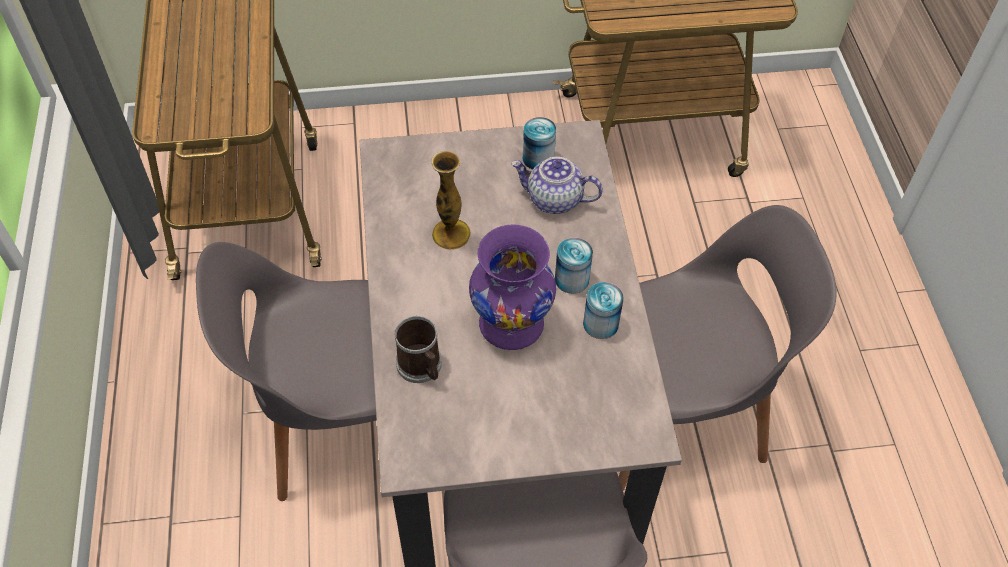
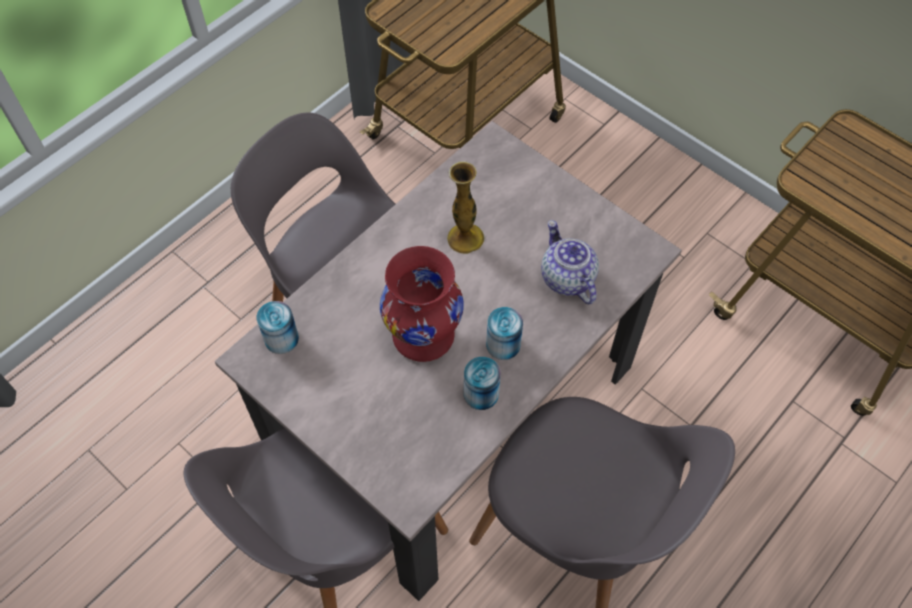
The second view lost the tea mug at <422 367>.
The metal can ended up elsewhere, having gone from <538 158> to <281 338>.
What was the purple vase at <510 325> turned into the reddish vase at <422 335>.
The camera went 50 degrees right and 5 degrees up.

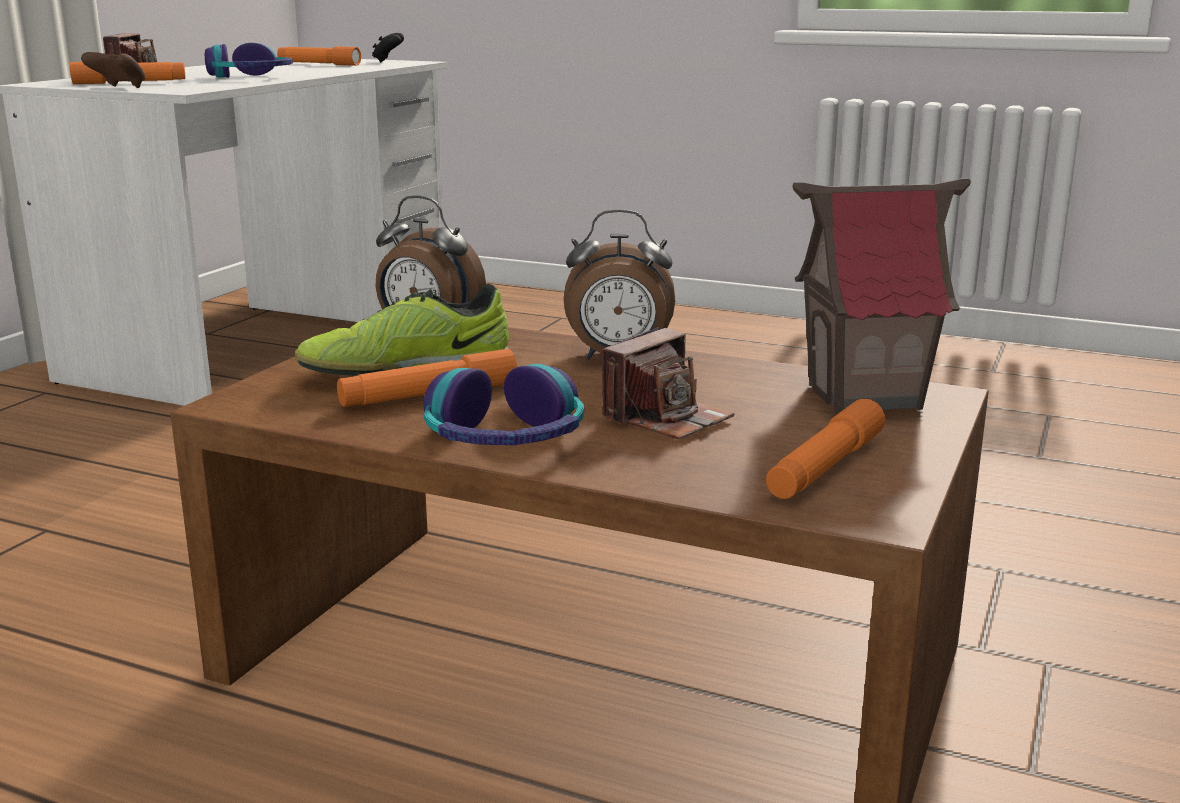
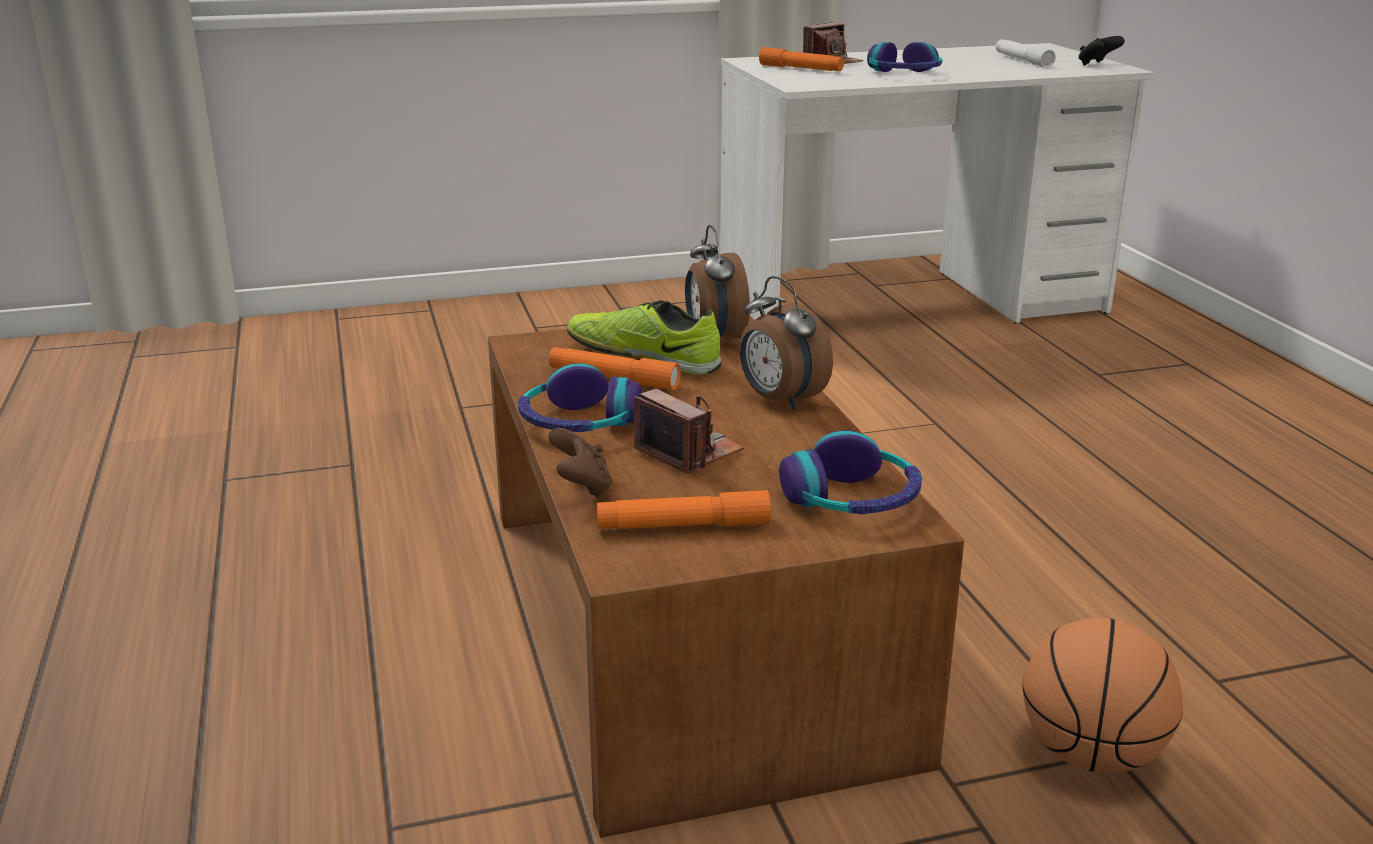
The second view gained the ball for basketball at <1091 755>.
The brown-coloured gamepad ended up elsewhere, having gone from <119 88> to <582 487>.
Where the model house stood at <865 397>, the pair of headphones came to stand at <852 499>.
What was the orangey torch at <319 64> turned into the white-coloured torch at <1023 60>.
The photo camera at <666 419> ended up facing another way, 135 degrees counterclockwise from before.
The camera went 50 degrees right and 5 degrees up.

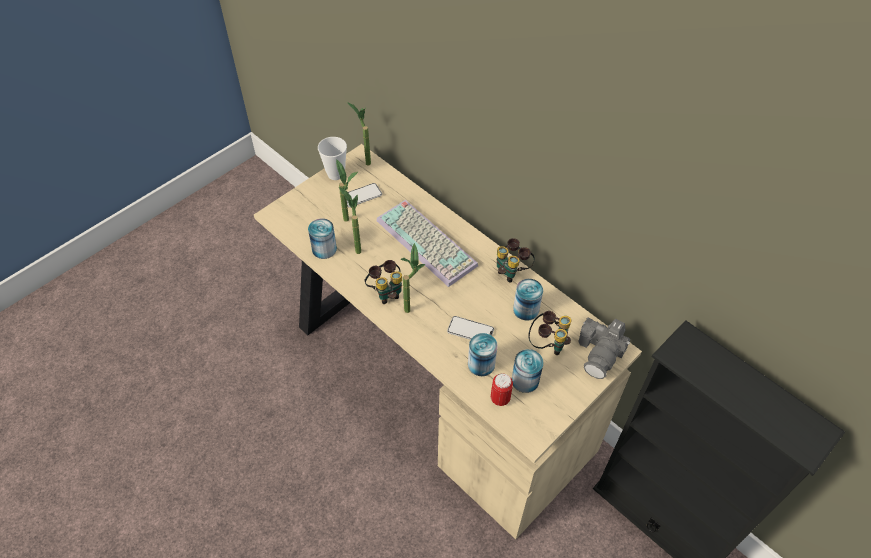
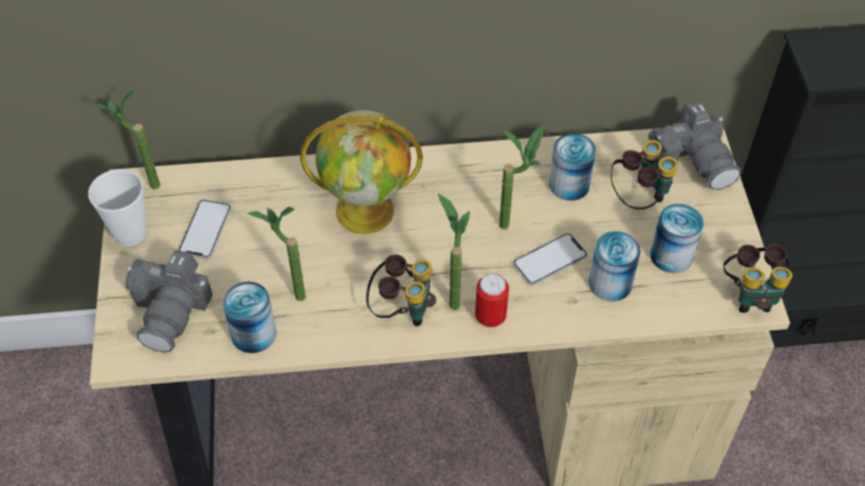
The second view gained the photo camera at <171 311>.
The houseplant ended up elsewhere, having gone from <350 222> to <514 223>.
The metal can ended up elsewhere, having gone from <500 399> to <490 317>.
The binoculars ended up elsewhere, having gone from <512 271> to <750 294>.
Where the keyboard stood at <428 242>, the world globe came to stand at <367 210>.
The camera went 50 degrees left and 0 degrees up.

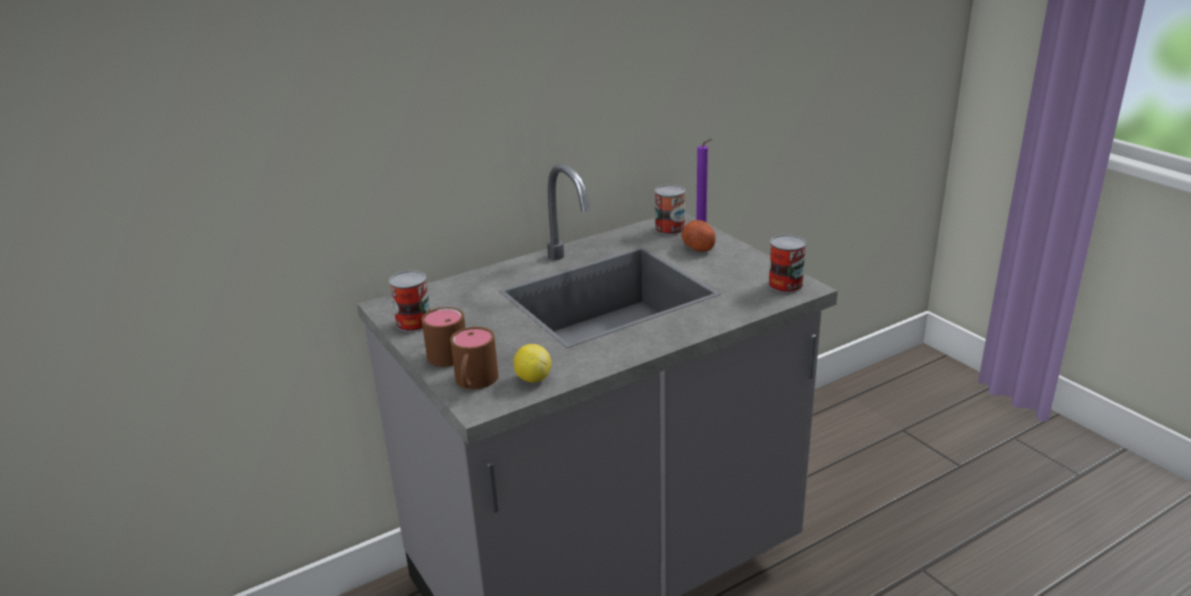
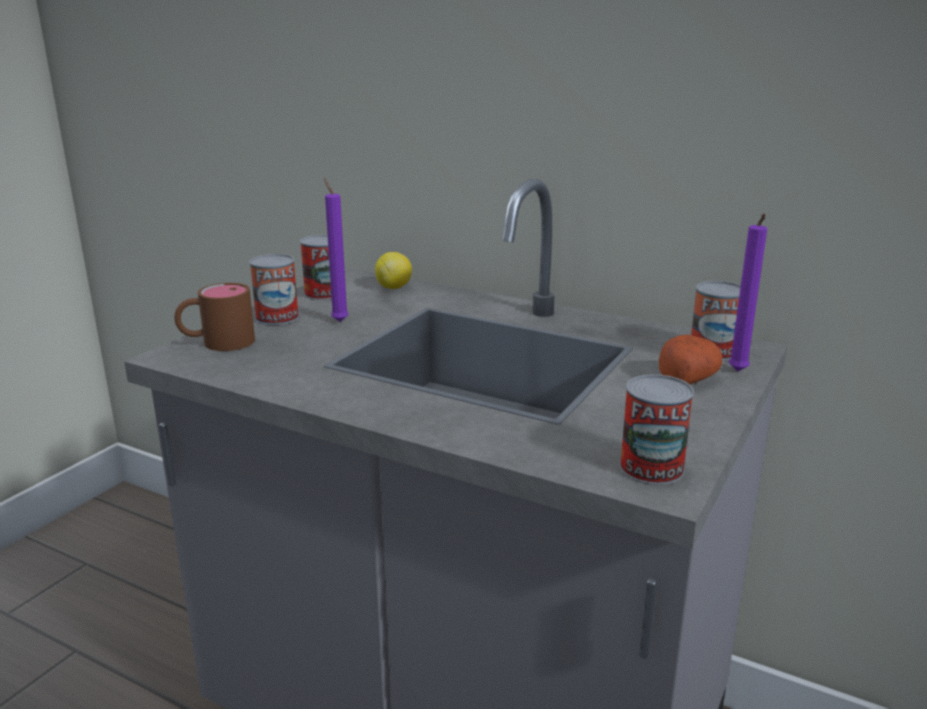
The second view gained the purple wax candle at <339 321>.
The lemon ended up elsewhere, having gone from <533 378> to <394 287>.
Where the brown-coloured tea mug stood at <446 350>, the metal can came to stand at <277 317>.
The camera went 60 degrees right and 5 degrees down.

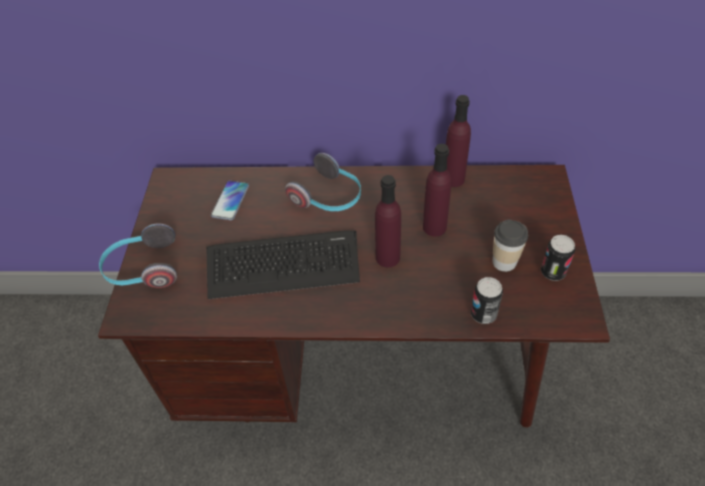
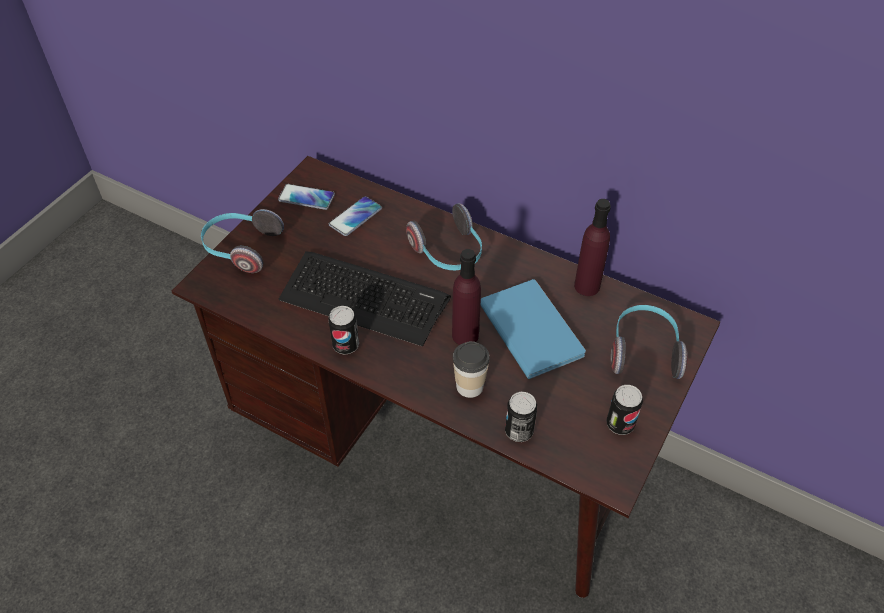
The second view gained the handset at <306 197>.
The second view gained the metal can at <346 345>.
The second view gained the pair of headphones at <644 350>.
The cup ended up elsewhere, having gone from <504 262> to <469 386>.
Where the purple beverage bottle stood at <434 227>, the blue-coloured book came to stand at <532 326>.
The camera went 25 degrees right and 0 degrees up.

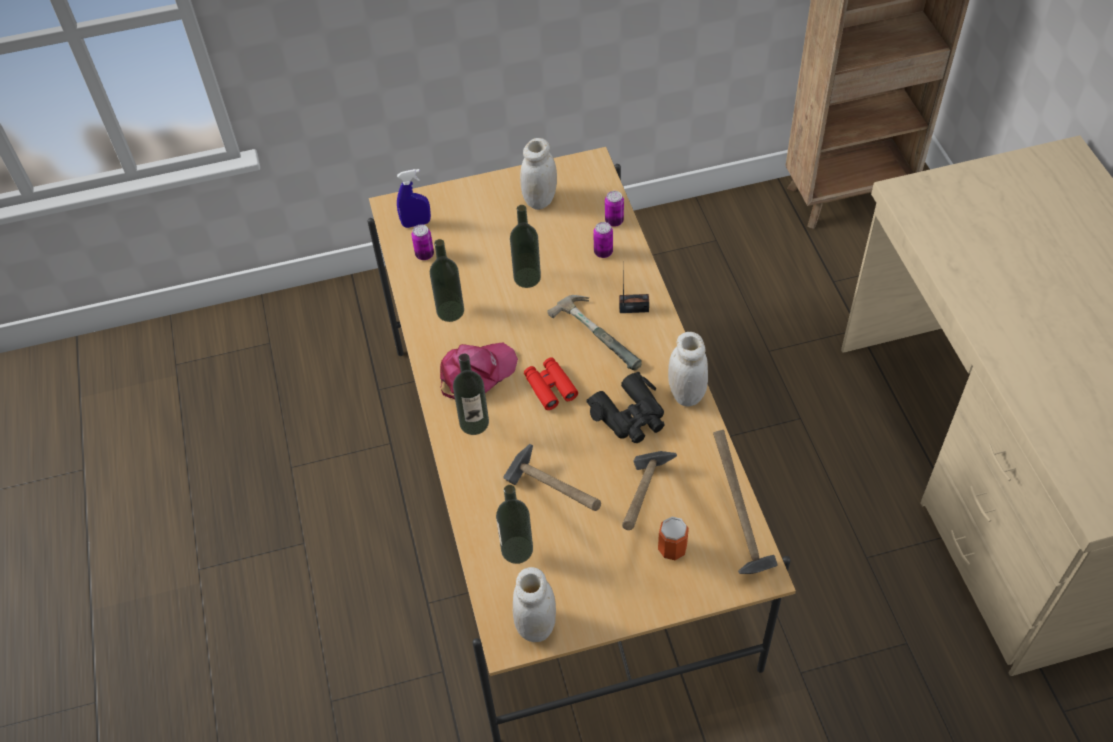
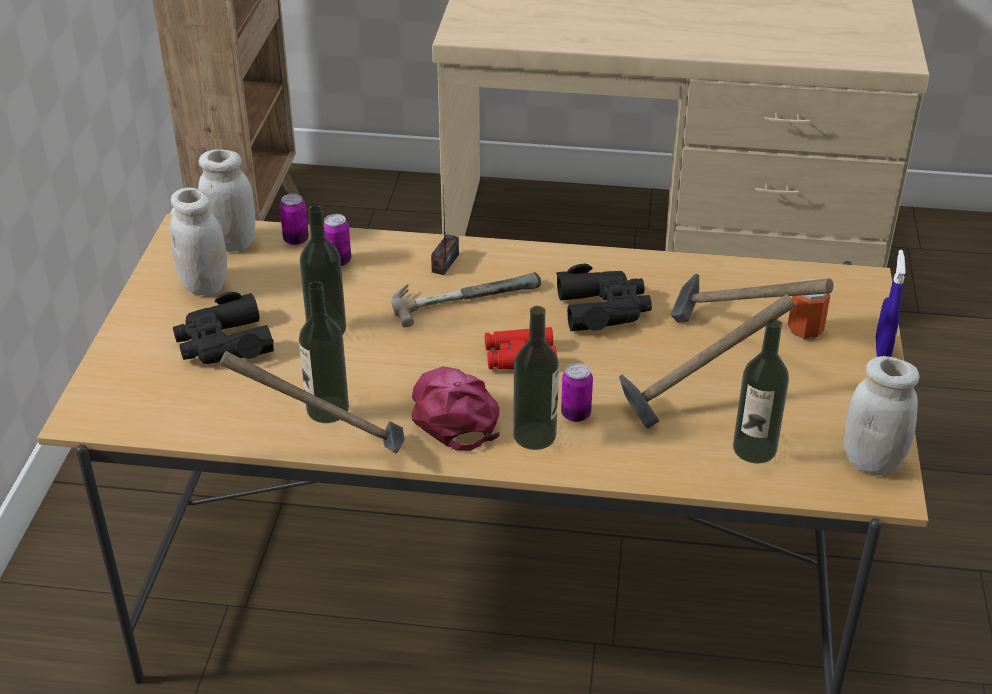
The second view gained the black-coloured binoculars at <223 343>.
The blue-coloured hand sprayer ended up elsewhere, having gone from <416 223> to <882 350>.
The metal can ended up elsewhere, having gone from <424 254> to <575 414>.
The white-coloured preserve jar ended up elsewhere, having gone from <686 394> to <231 243>.
The hammer ended up elsewhere, having gone from <736 530> to <327 450>.
The camera went 70 degrees left and 15 degrees down.

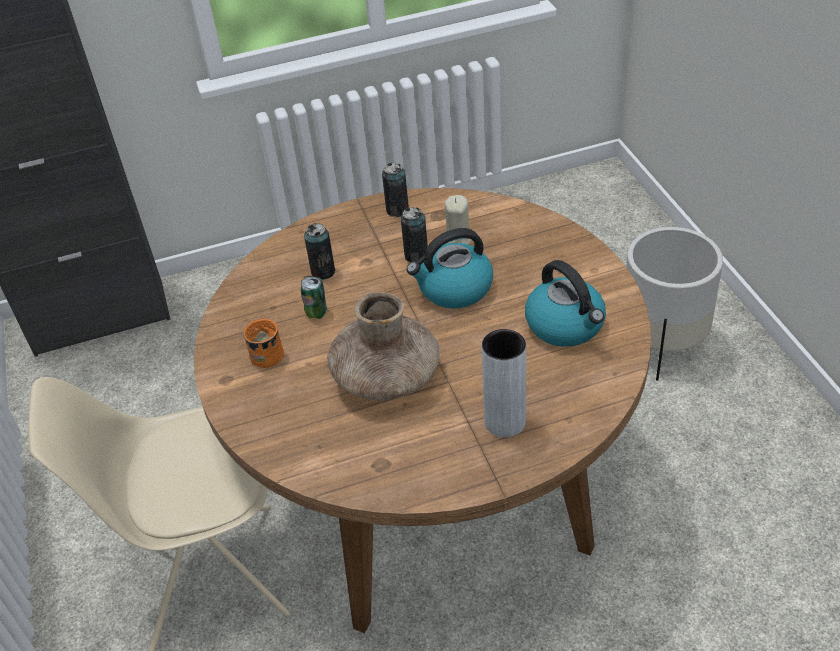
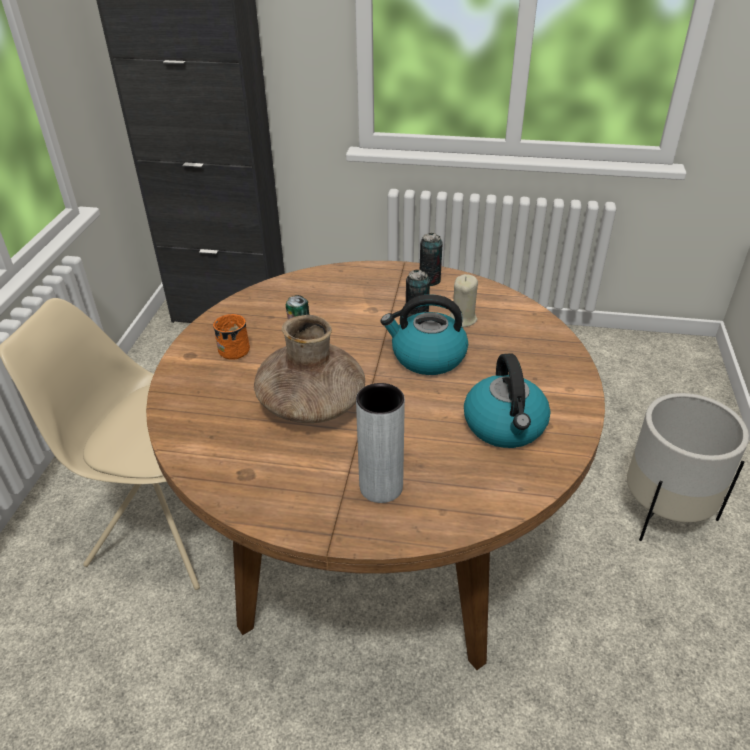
The second view lost the metal can at <323 272>.
The camera went 25 degrees right and 5 degrees down.

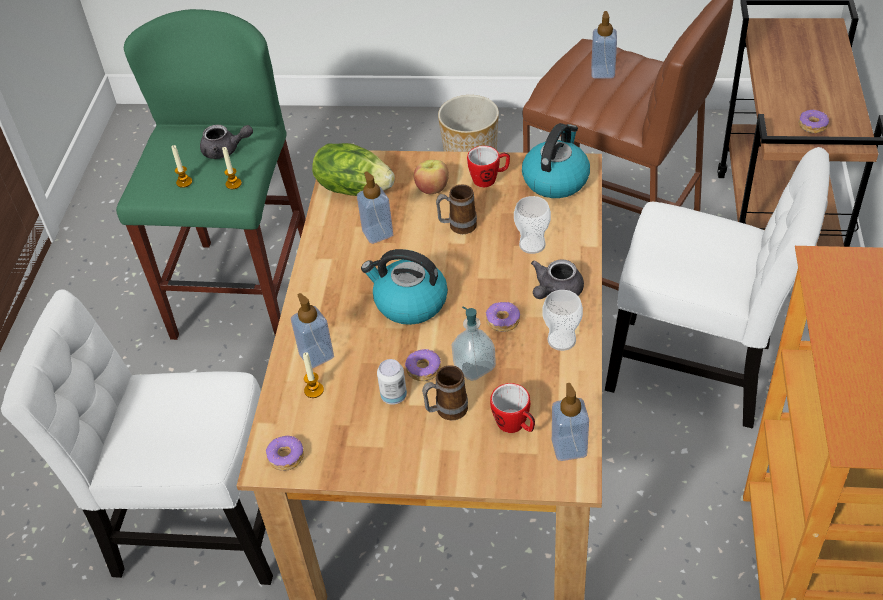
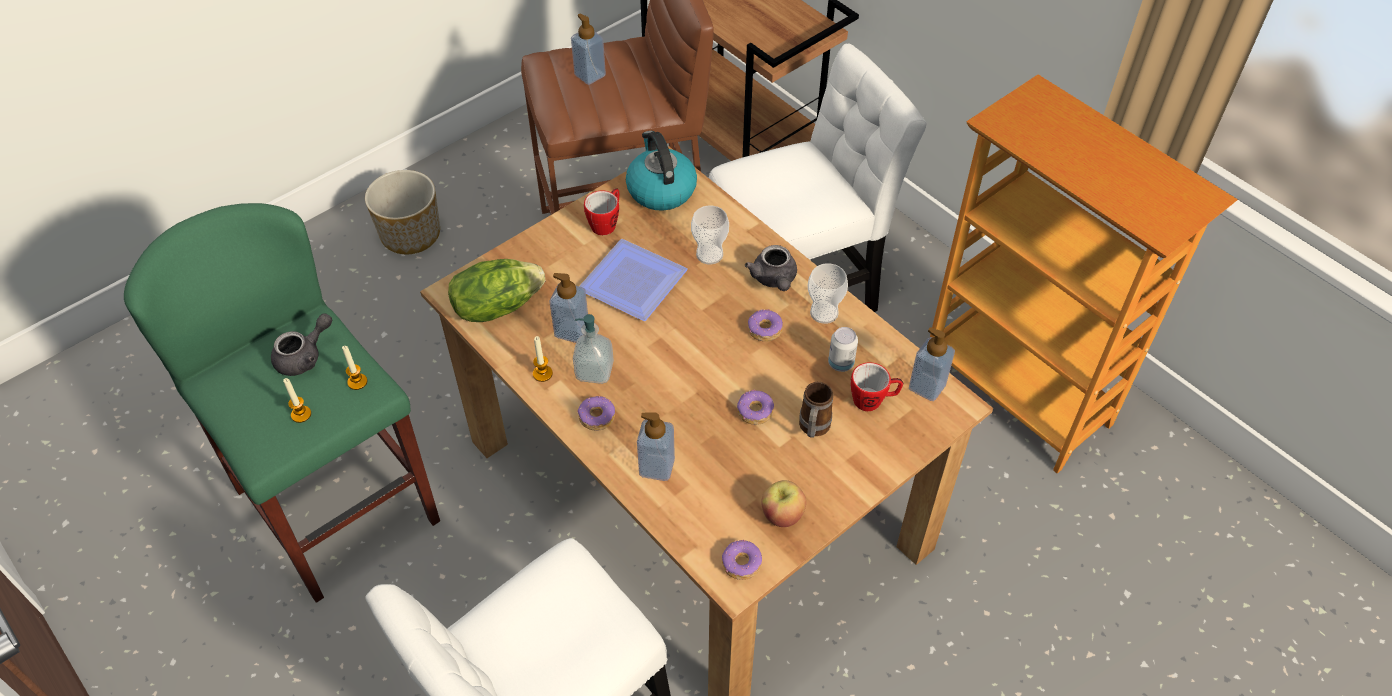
The second view lost the water kettle at <409 303>.
The wax candle ended up elsewhere, having gone from <314 390> to <542 373>.
The metal can ended up elsewhere, having gone from <394 396> to <841 363>.
The whole apple ended up elsewhere, having gone from <432 188> to <782 514>.
The soap bottle ended up elsewhere, having gone from <474 367> to <594 371>.
The donut ended up elsewhere, having gone from <812 125> to <596 417>.
Where the tea mug stood at <457 227>, the flat dish came to stand at <632 280>.
The camera went 50 degrees left and 5 degrees up.

